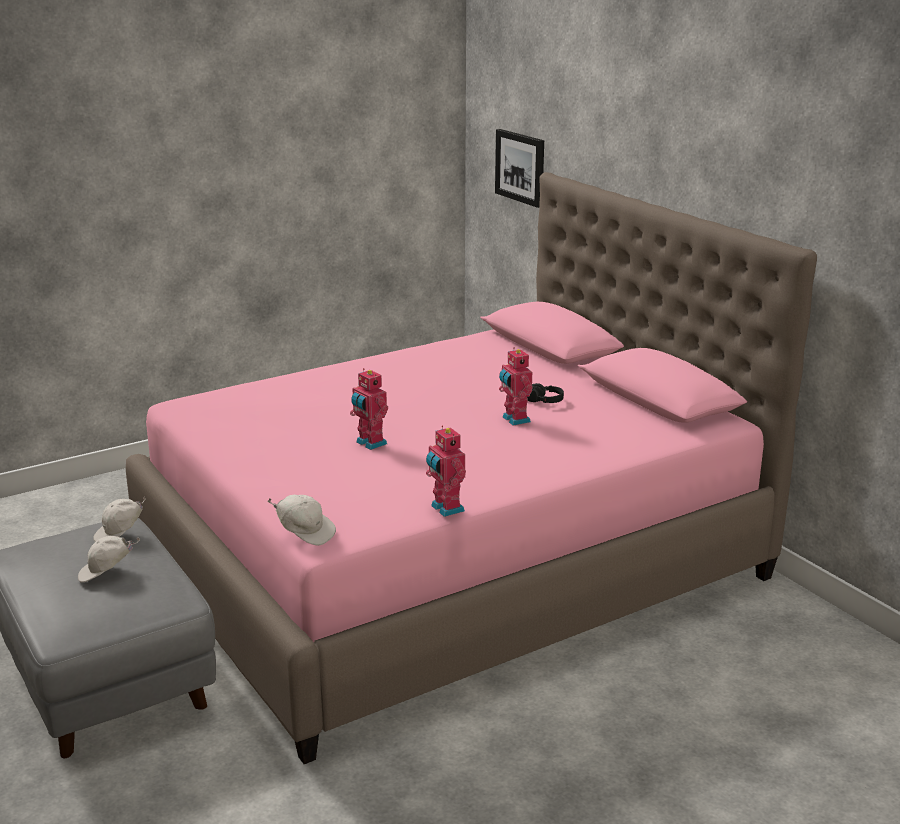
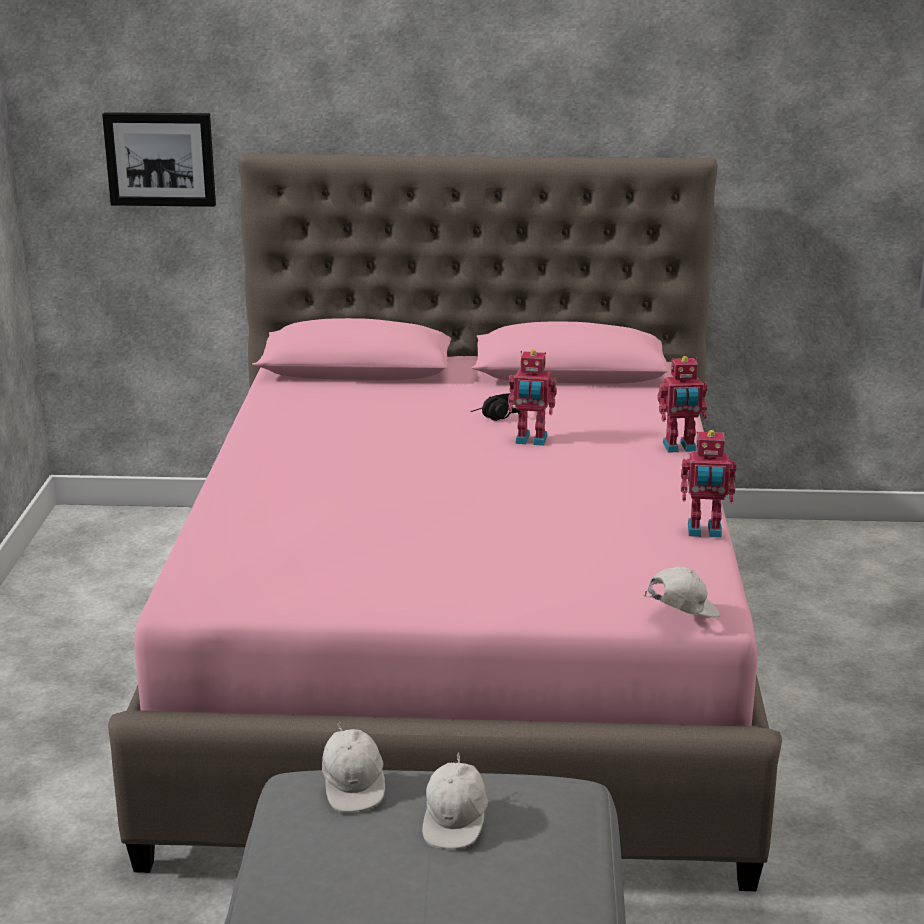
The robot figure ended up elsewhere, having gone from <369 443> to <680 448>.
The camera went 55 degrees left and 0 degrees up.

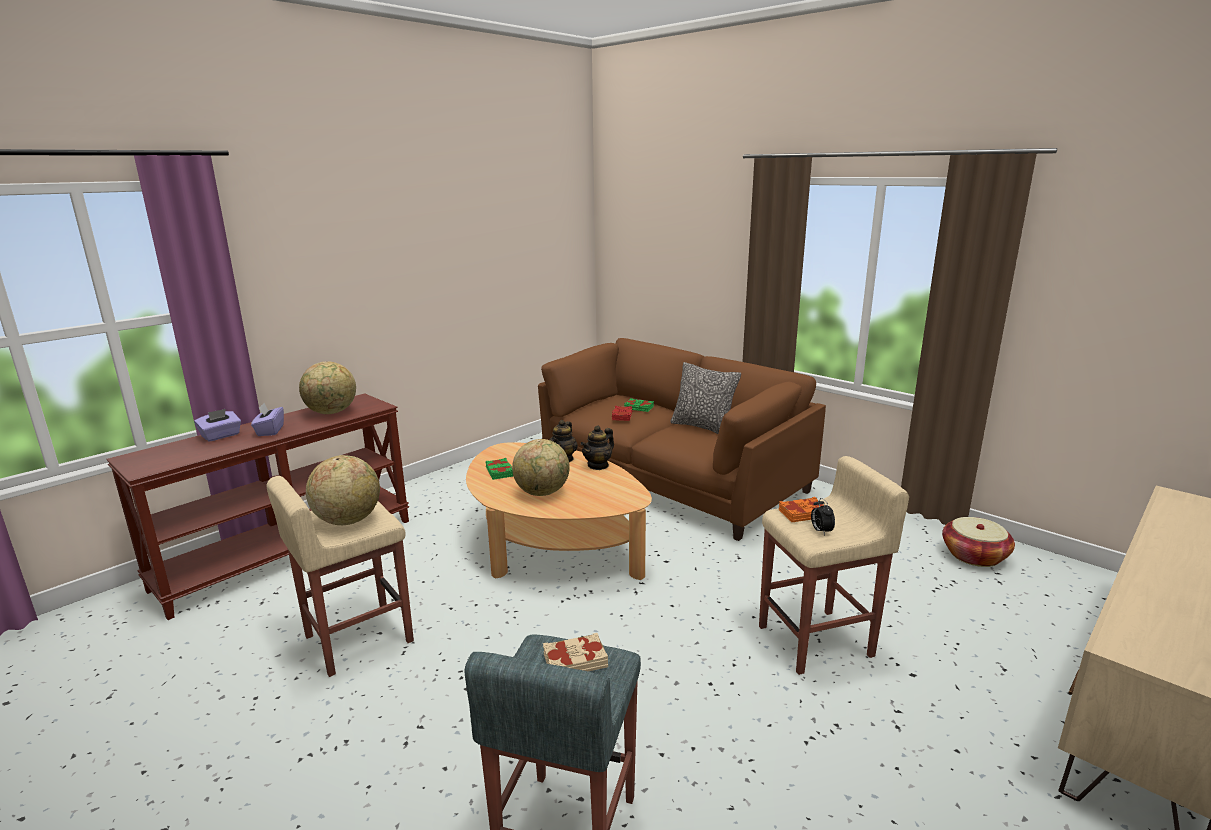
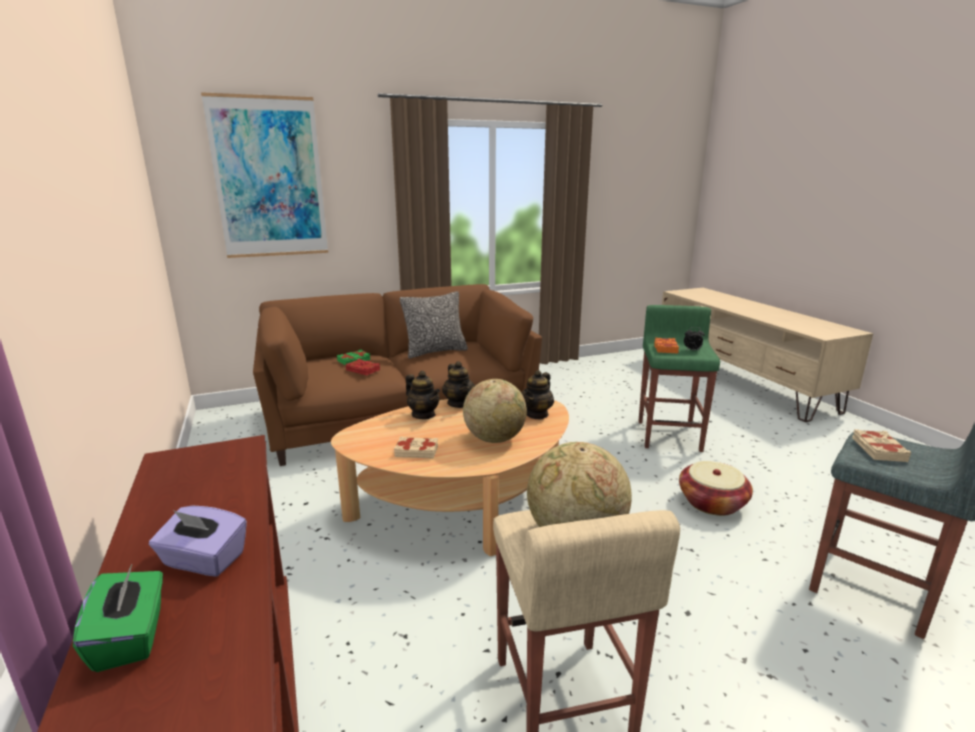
The second view lost the world globe at <332 412>.
The second view gained the wall art at <269 178>.
The second view gained the teapot at <537 414>.
The storage basket ended up elsewhere, having gone from <974 556> to <712 503>.
What was the purple box of tissues at <221 436> turned into the green box of tissues at <131 637>.
What was the green book at <500 472> turned into the sand-coloured book at <416 451>.
What was the sand-coloured stool seat at <817 641> turned into the green stool seat at <669 435>.
The camera went 65 degrees left and 0 degrees up.

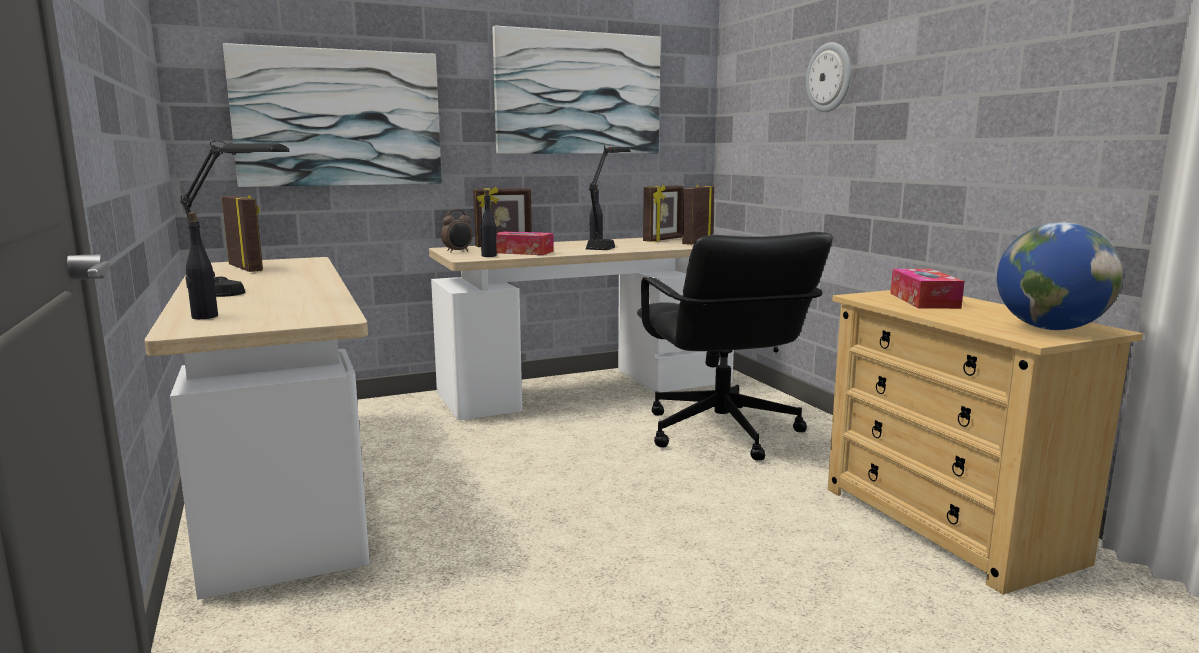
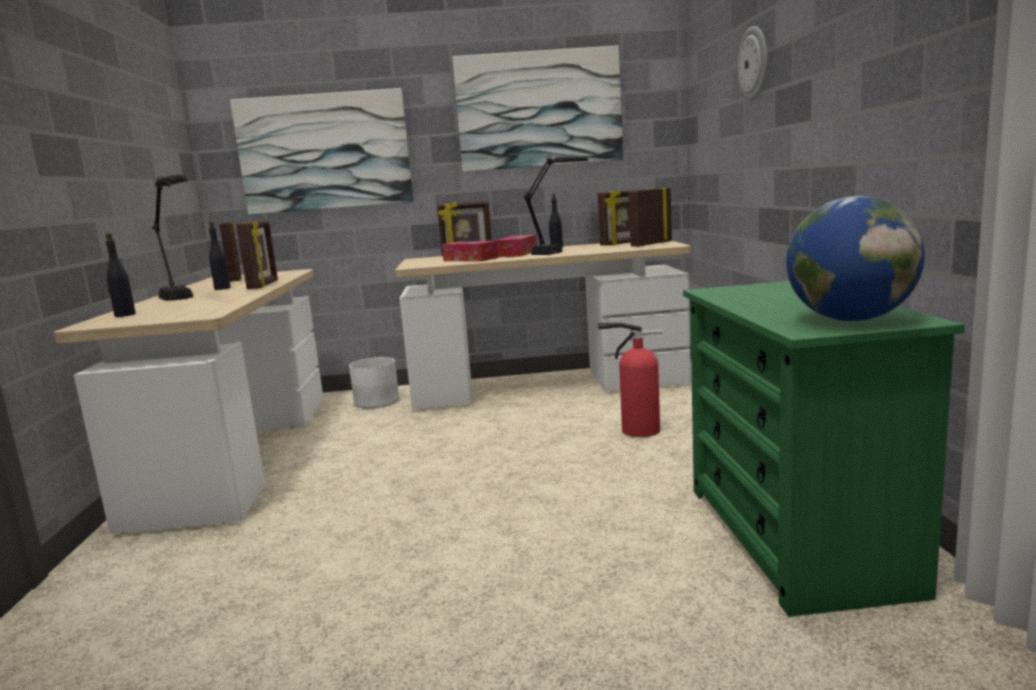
The second view lost the alarm clock at <458 251>.
The second view gained the photo frame at <264 285>.
The second view gained the white-coloured plant pot at <377 402>.
The black-coloured beverage bottle ended up elsewhere, having gone from <489 256> to <222 288>.
The box of tissues ended up elsewhere, having gone from <924 300> to <517 253>.
Where the black-coloured desk chair stood at <721 432>, the extinguisher came to stand at <636 430>.
What was the sand-coloured chest of drawers at <948 524> turned into the green chest of drawers at <794 537>.
The camera went 20 degrees right and 0 degrees up.

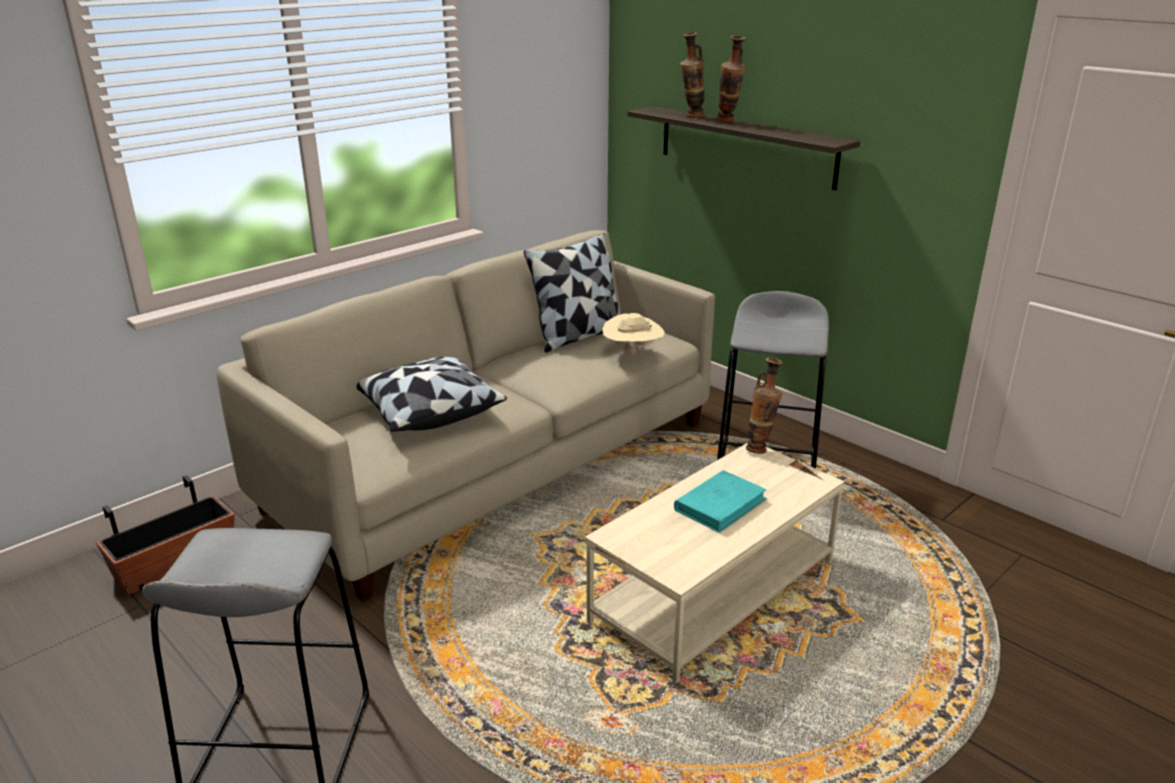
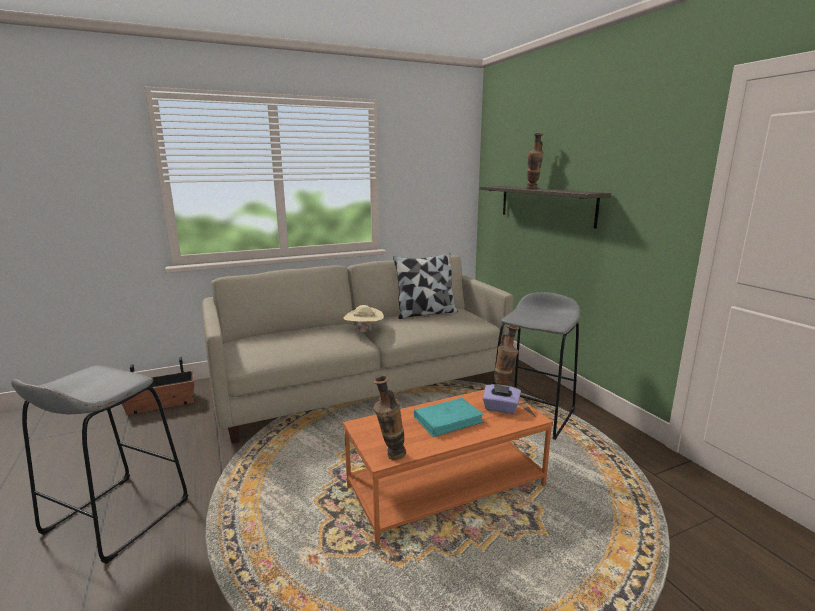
The second view lost the throw pillow at <427 411>.
The second view gained the purple box of tissues at <500 408>.
The sand-coloured clothing hat ended up elsewhere, having gone from <632 354> to <364 332>.
The vase ended up elsewhere, having gone from <691 117> to <390 456>.
What was the sand-coloured lounge table at <714 590> turned into the orangey lounge table at <446 486>.
The camera went 20 degrees right and 10 degrees down.

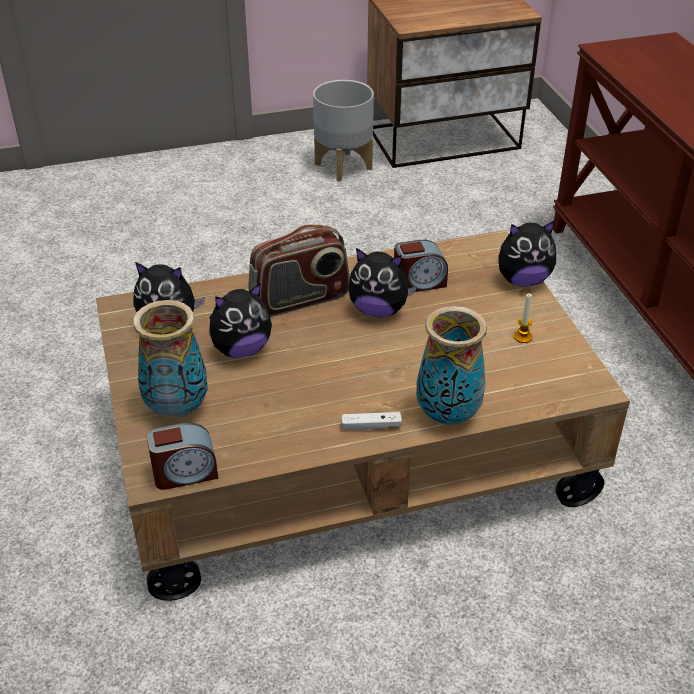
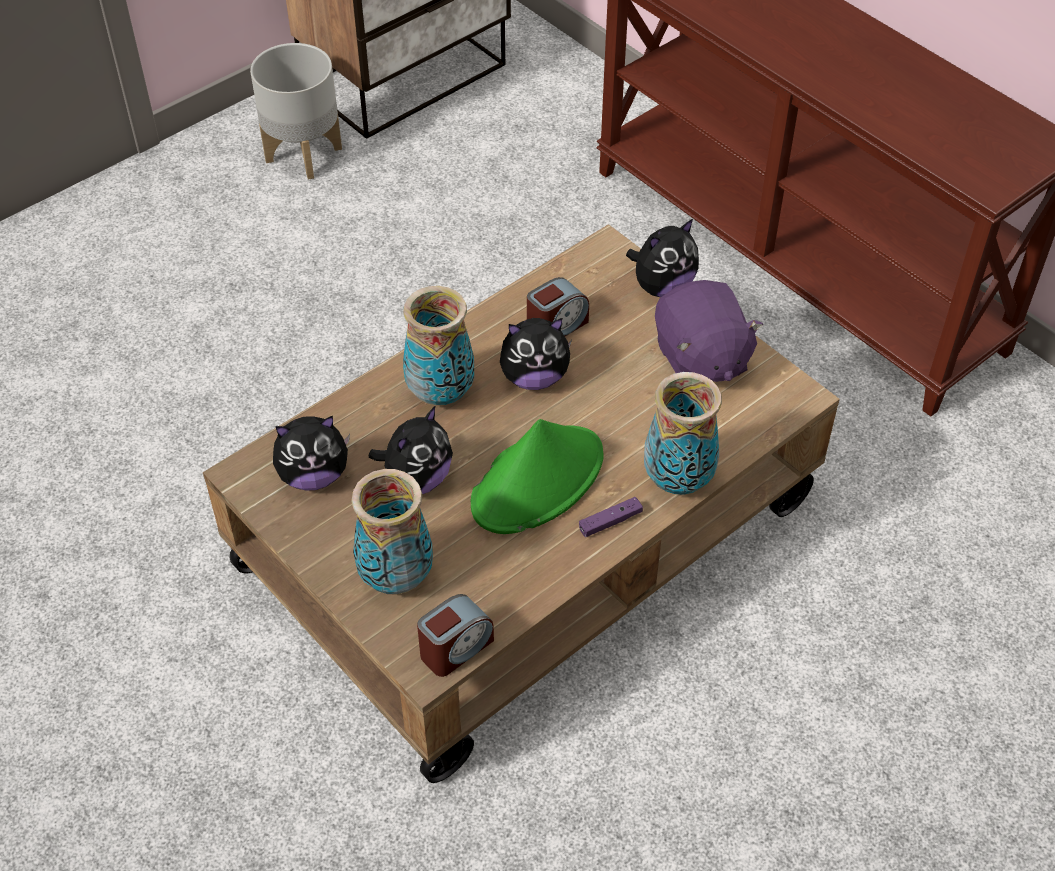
The second view gained the green clothing hat at <538 480>.
Where the radio stood at <300 299>, the vase came to stand at <440 393>.
Where the wax candle stood at <522 337>, the purple plush toy came to stand at <700 359>.
What was the white-coloured gamepad at <371 426> turned into the purple gamepad at <610 522>.
The camera went 25 degrees left and 10 degrees up.

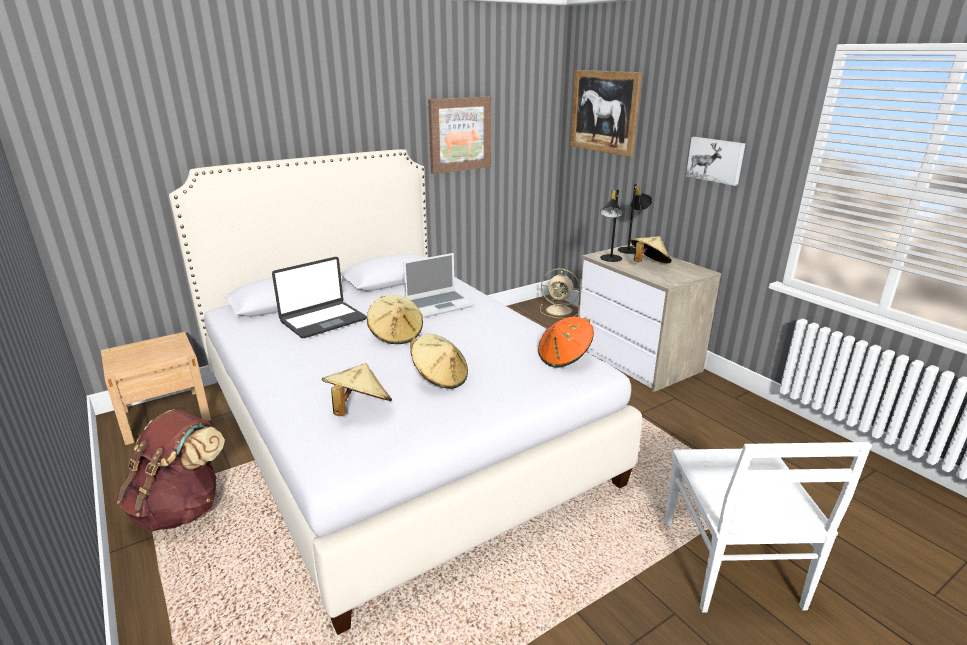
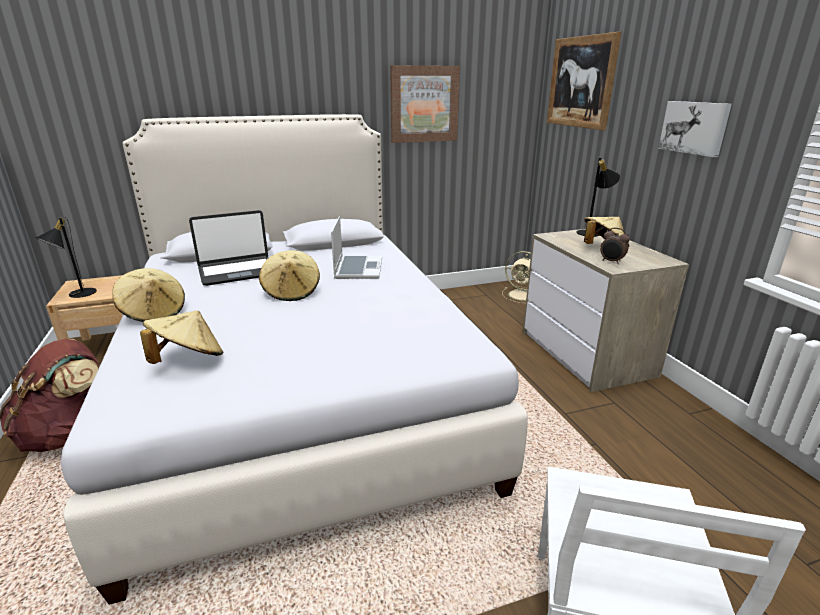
The second view lost the orangey clothing hat at <564 358>.
The second view gained the alarm clock at <611 261>.
The sand-coloured clothing hat ended up elsewhere, having gone from <440 378> to <154 313>.
The black-coloured lamp for a table ended up elsewhere, having gone from <609 259> to <77 294>.
The laptop at <439 304> ended up facing another way, 75 degrees counterclockwise from before.
The camera went 15 degrees right and 0 degrees up.

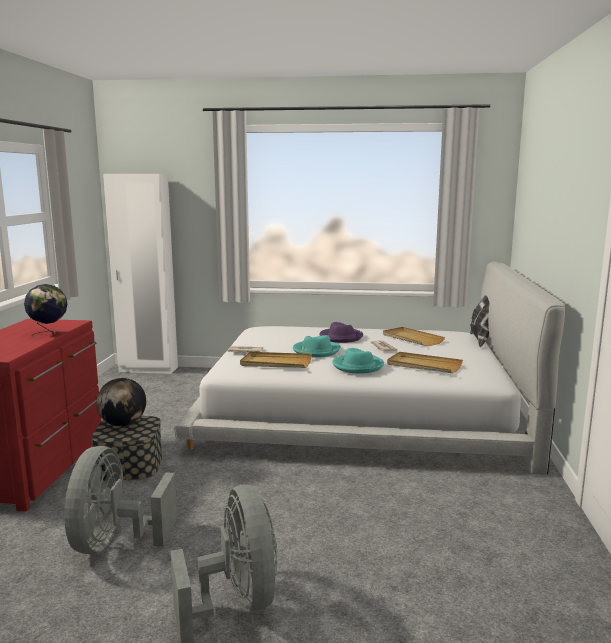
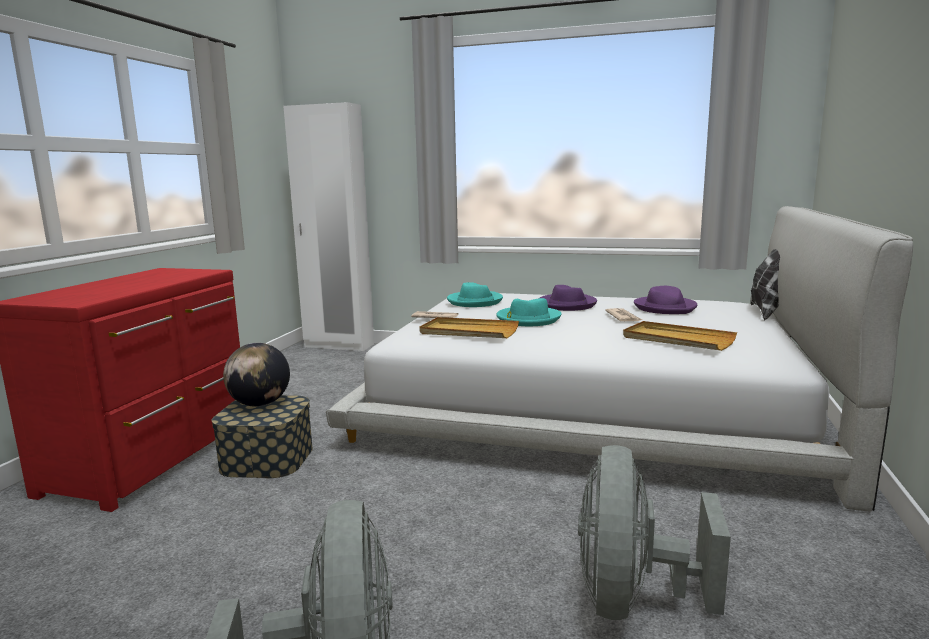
The second view lost the world globe at <49 333>.
The greyish electric fan ended up elsewhere, having gone from <114 542> to <632 599>.
The blue-green clothing hat ended up elsewhere, having gone from <357 366> to <475 301>.
Where the sand-coloured carrying tray stood at <412 338>, the purple clothing hat came to stand at <665 308>.
The camera went 10 degrees right and 0 degrees up.

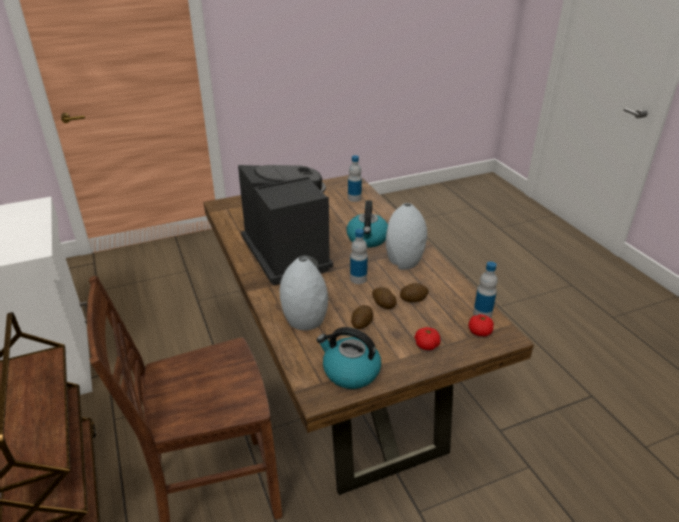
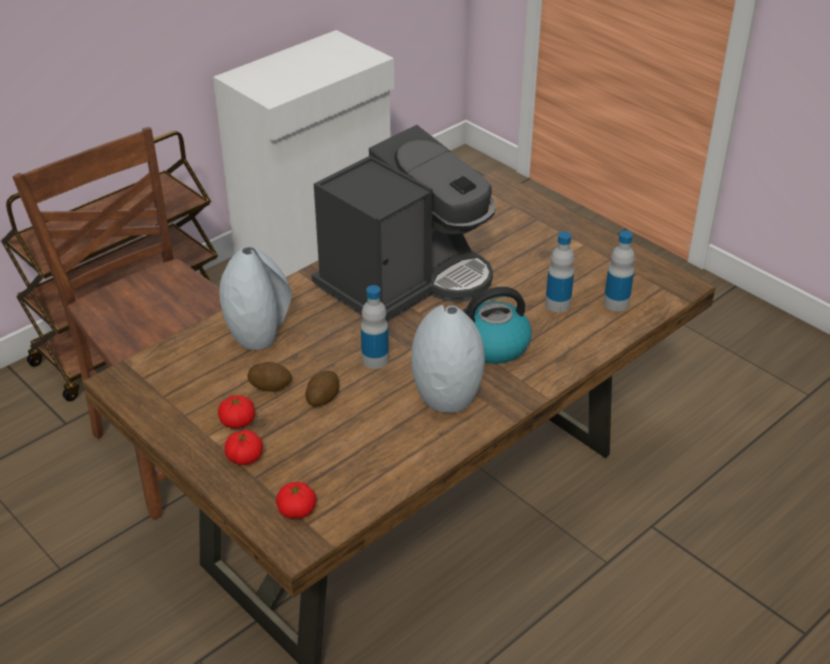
The second view lost the water kettle at <350 372>.
The second view lost the potato at <413 299>.
The second view gained the whole tomato at <238 421>.
The beverage bottle ended up elsewhere, having gone from <482 314> to <557 304>.
The camera went 70 degrees right and 5 degrees up.

